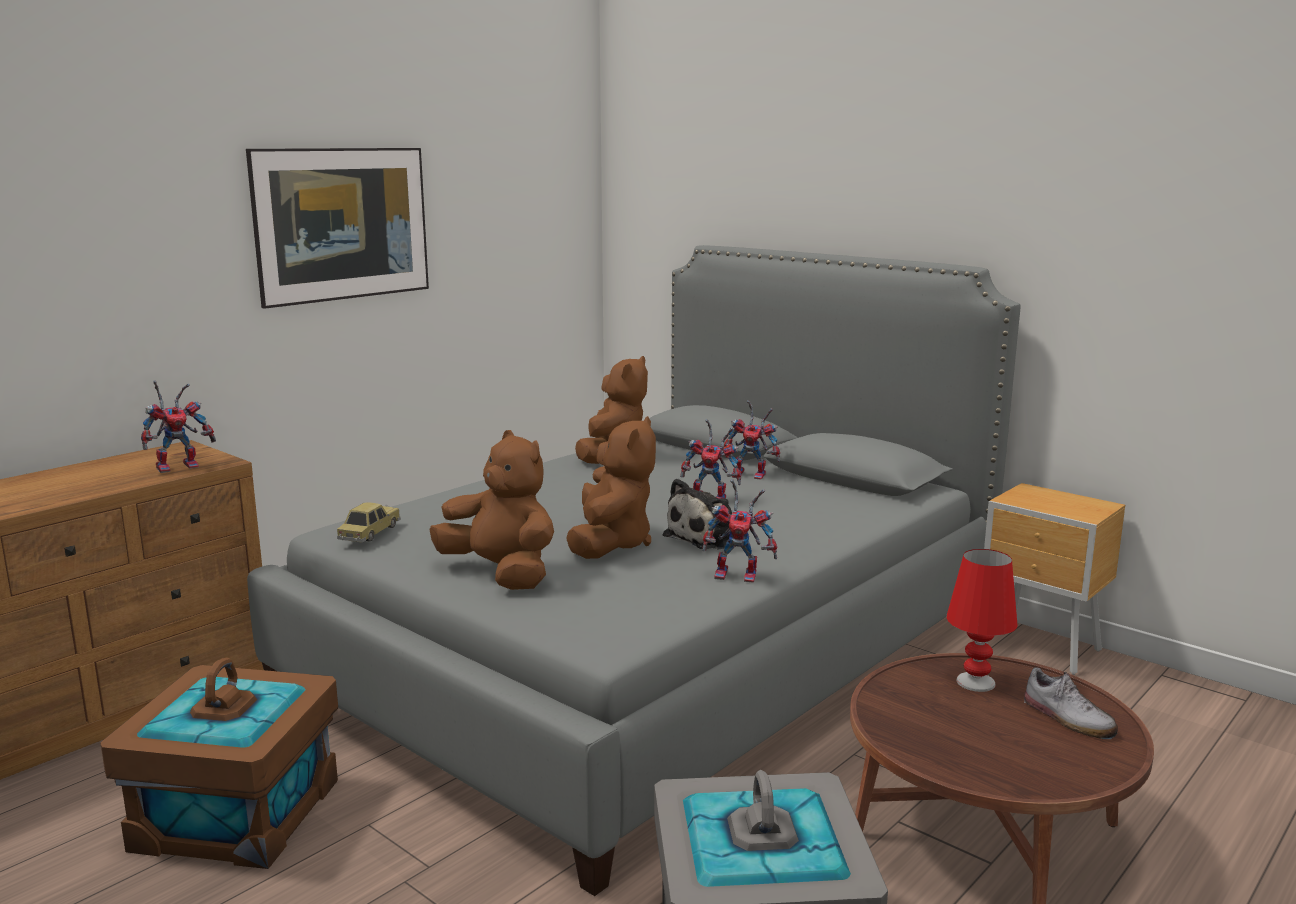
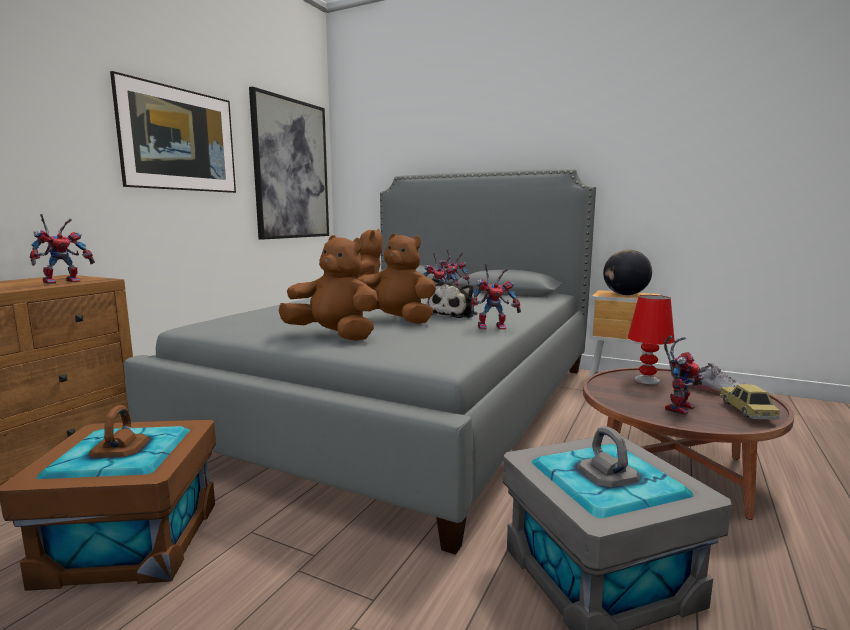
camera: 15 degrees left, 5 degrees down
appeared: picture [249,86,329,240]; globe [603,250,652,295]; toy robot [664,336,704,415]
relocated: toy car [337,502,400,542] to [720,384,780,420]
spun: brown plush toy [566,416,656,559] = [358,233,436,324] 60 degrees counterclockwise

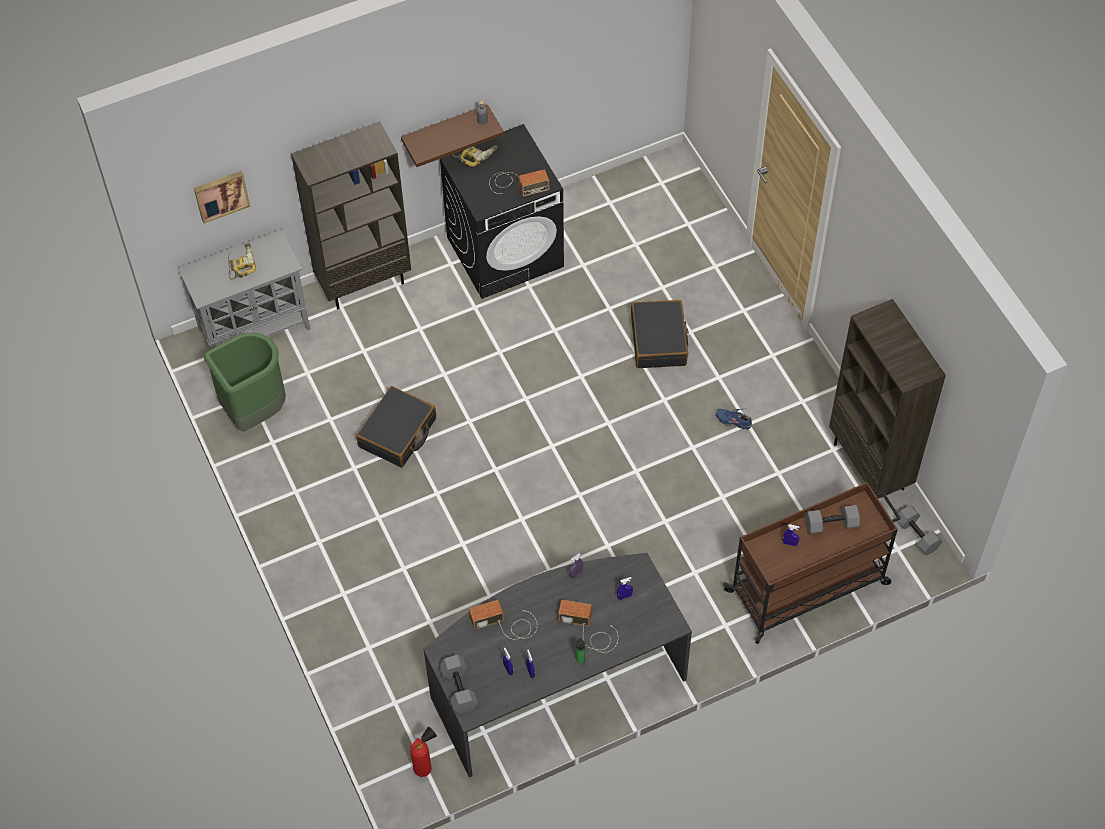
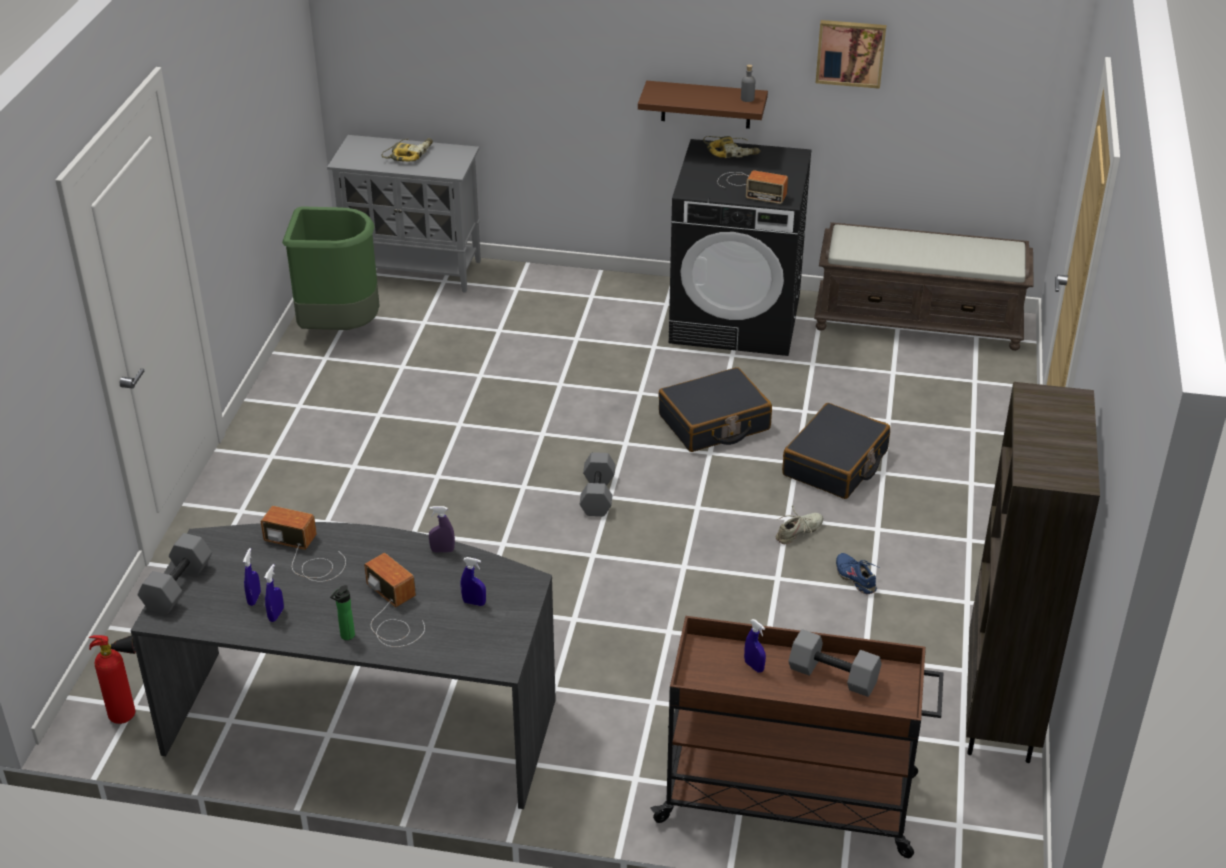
camera: 35 degrees right, 20 degrees down
missing: brown bookcase [291,121,411,309]
appeared: beige shoe [776,505,823,544]; brown bench [814,222,1034,351]
relocated: picture [194,171,250,224] to [816,20,886,89]; black suitcase [356,386,436,467] to [658,367,772,452]; grey dumbbell [895,505,942,555] to [580,452,615,516]

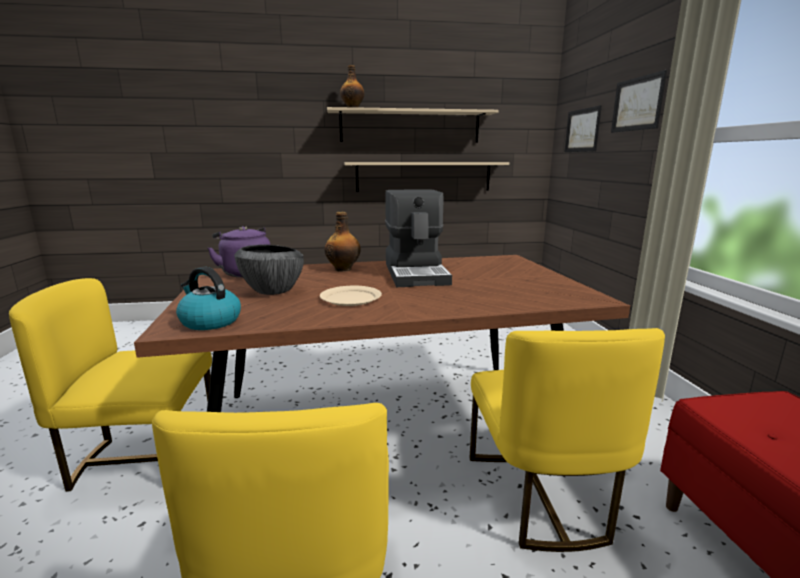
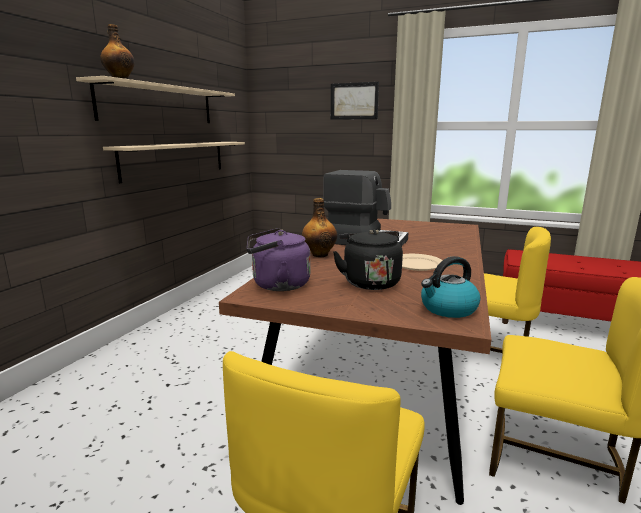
camera: 60 degrees left, 0 degrees up
missing: picture [565,105,602,152]
exchanged: bowl [234,244,304,295] to black kettle [333,229,403,290]

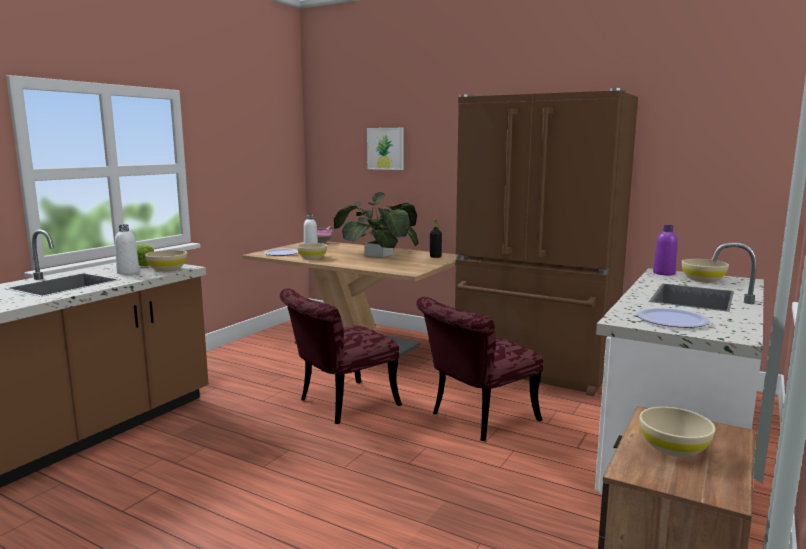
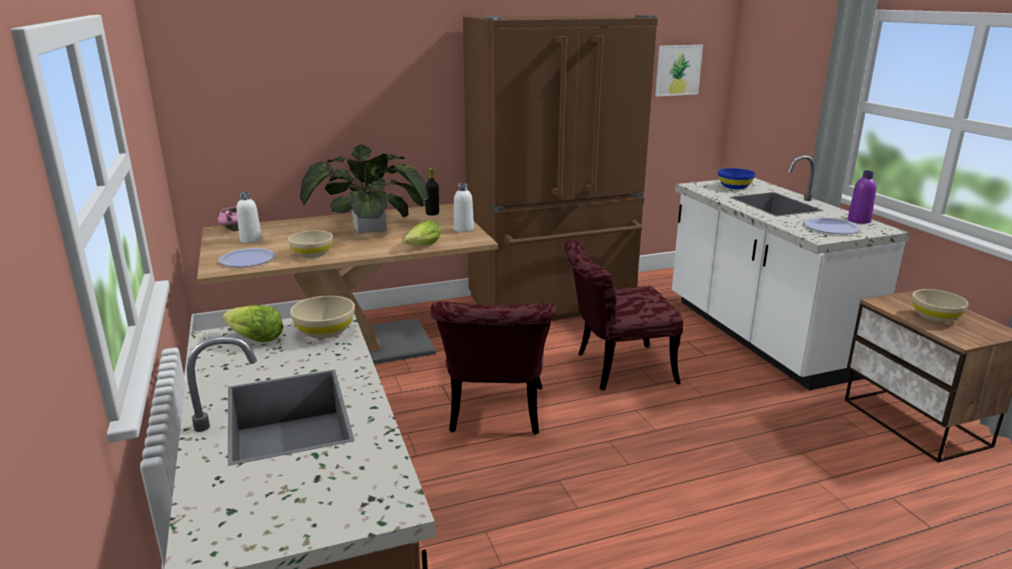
camera: 50 degrees left, 10 degrees up
appeared: lettuce [402,220,440,245]
relocated: white bottle [115,224,139,275] to [454,183,474,232]; picture [367,128,403,170] to [655,45,703,96]; purple bottle [653,225,678,275] to [848,171,877,224]
colour: beige bowl [681,259,729,283] to blue bowl [718,168,755,189]
spun: red chair [416,297,543,441] = [565,239,683,391] 75 degrees clockwise

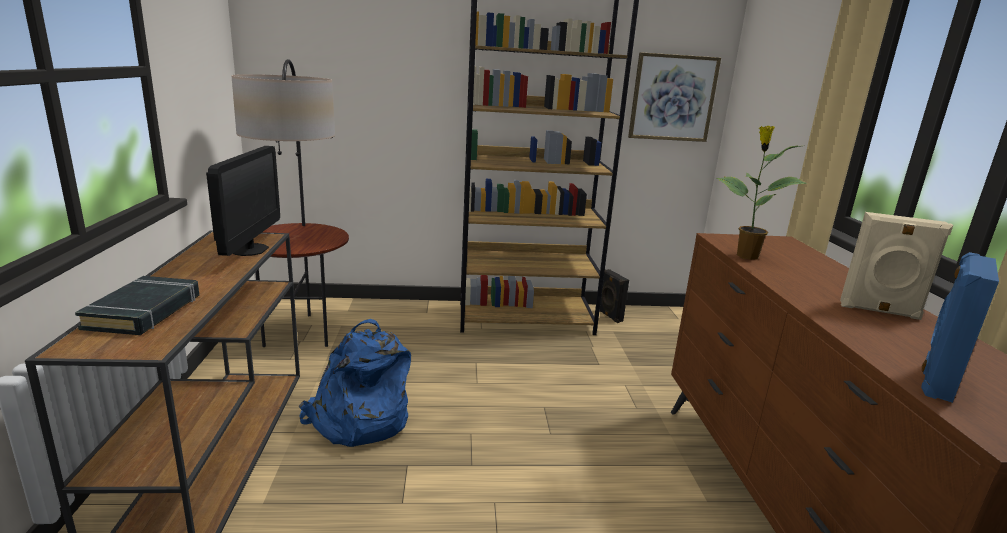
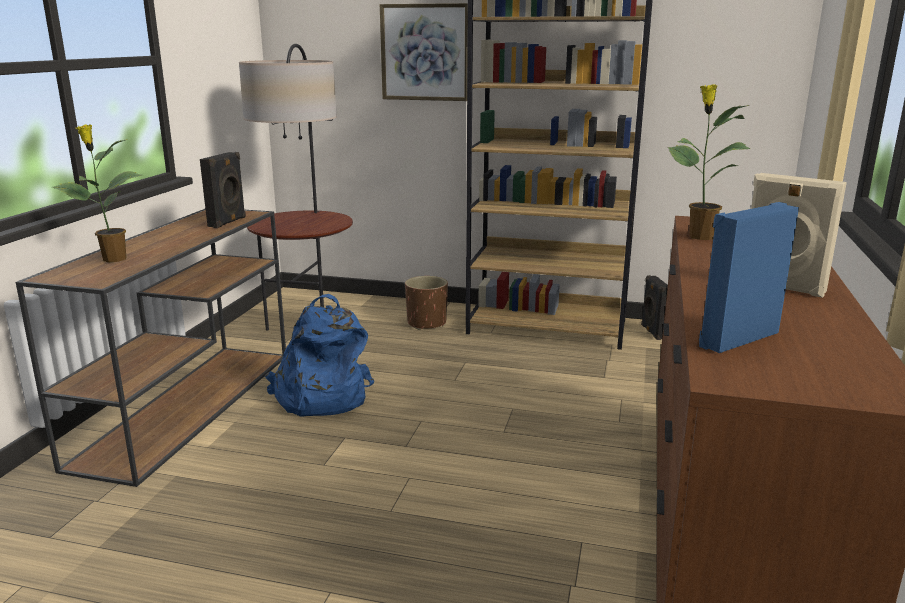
camera: 20 degrees right, 0 degrees up
appeared: brown planter [405,276,448,330]
relocated: picture [628,52,721,142] to [380,3,468,101]
exchanged: black book [75,276,199,335] to potted plant [52,124,142,262]; monitor [206,146,280,256] to black speaker [200,152,246,228]

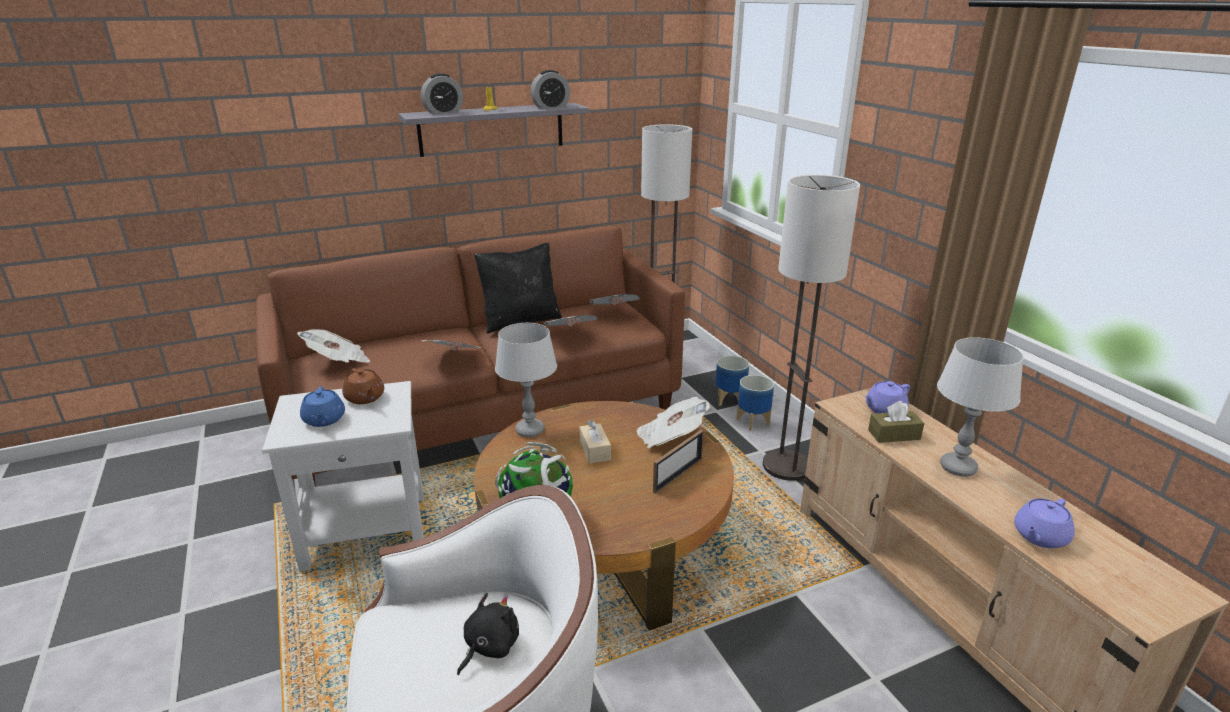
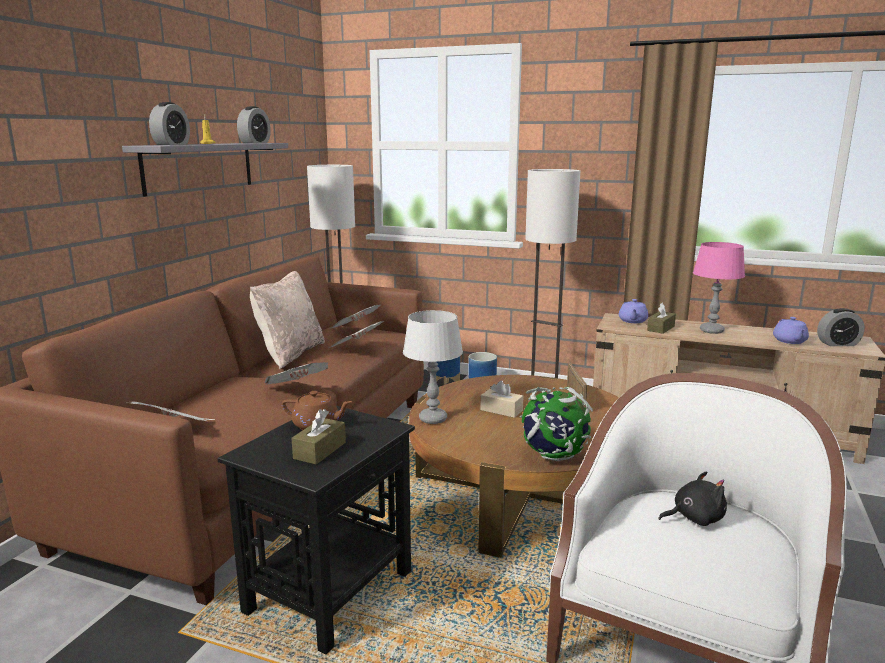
camera: 45 degrees left, 10 degrees down
missing: newspaper [636,397,710,448]
appeared: alarm clock [817,308,865,346]
exchanged: blue teapot [300,387,345,427] to brown tissue box [291,409,346,464]
colour: white side table [262,381,424,571] to black side table [218,406,415,655]; black pillow [474,243,562,333] to beige pillow [250,271,325,369]; grey table lamp [937,337,1024,477] to pink table lamp [693,242,745,334]
spun: black plush toy [457,593,519,675] = [658,471,727,526] 90 degrees clockwise

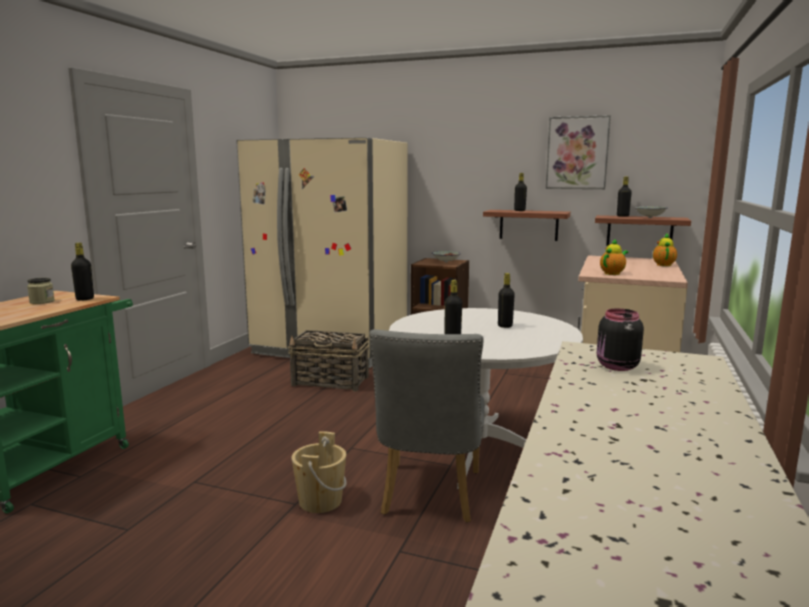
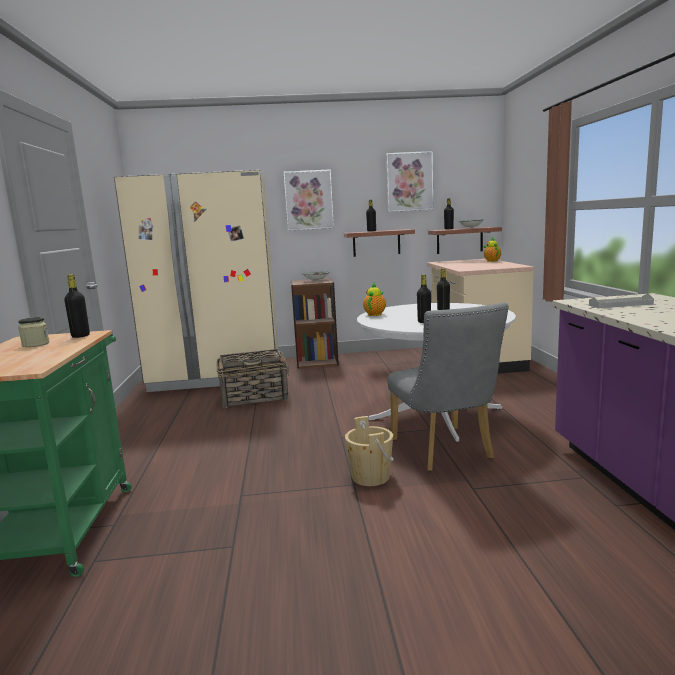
camera: 25 degrees left, 0 degrees up
appeared: picture [283,169,334,231]
relocated: teapot [600,238,628,275] to [363,283,386,316]
exchanged: black jar [597,309,644,371] to grey tray [589,293,654,308]

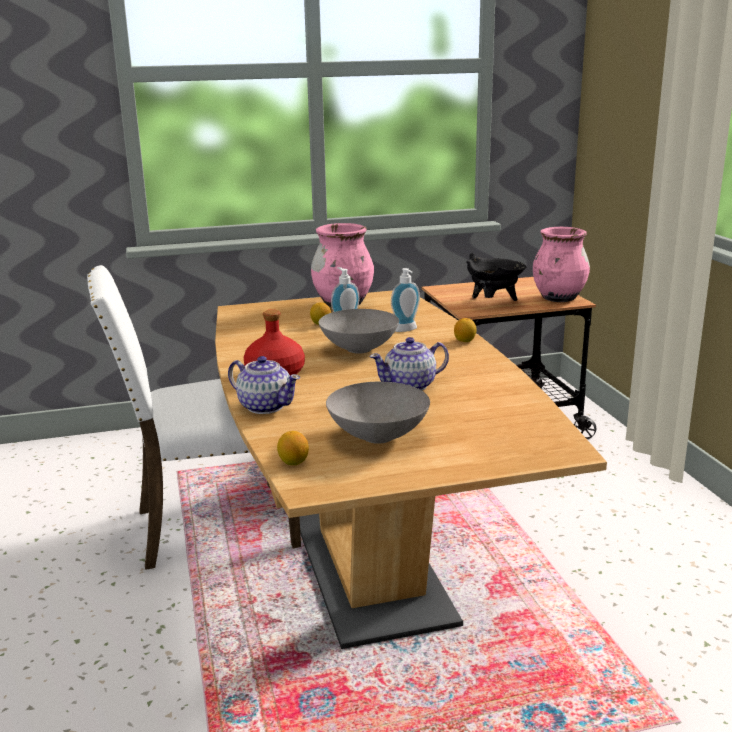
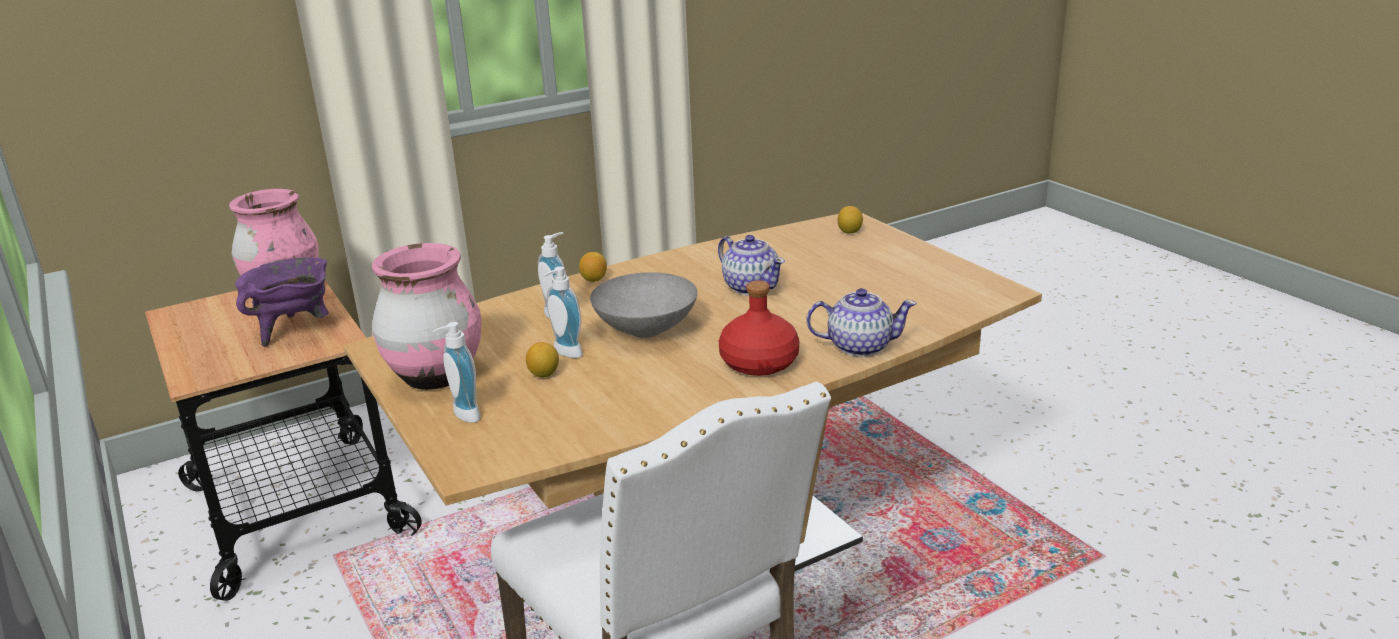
camera: 105 degrees left, 5 degrees up
missing: grey bowl [326,382,430,444]
appeared: soap dispenser [432,322,481,423]
relocated: lemon [277,431,309,465] to [838,206,863,234]
colour: black cooking pot [466,253,526,301] to purple cooking pot [235,257,329,347]
spun: teapot [228,356,300,414] = [806,288,917,357] 75 degrees clockwise

